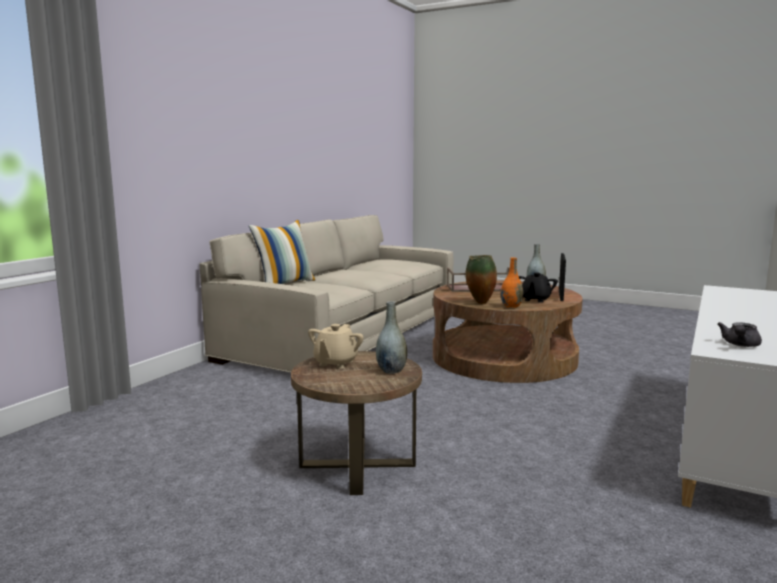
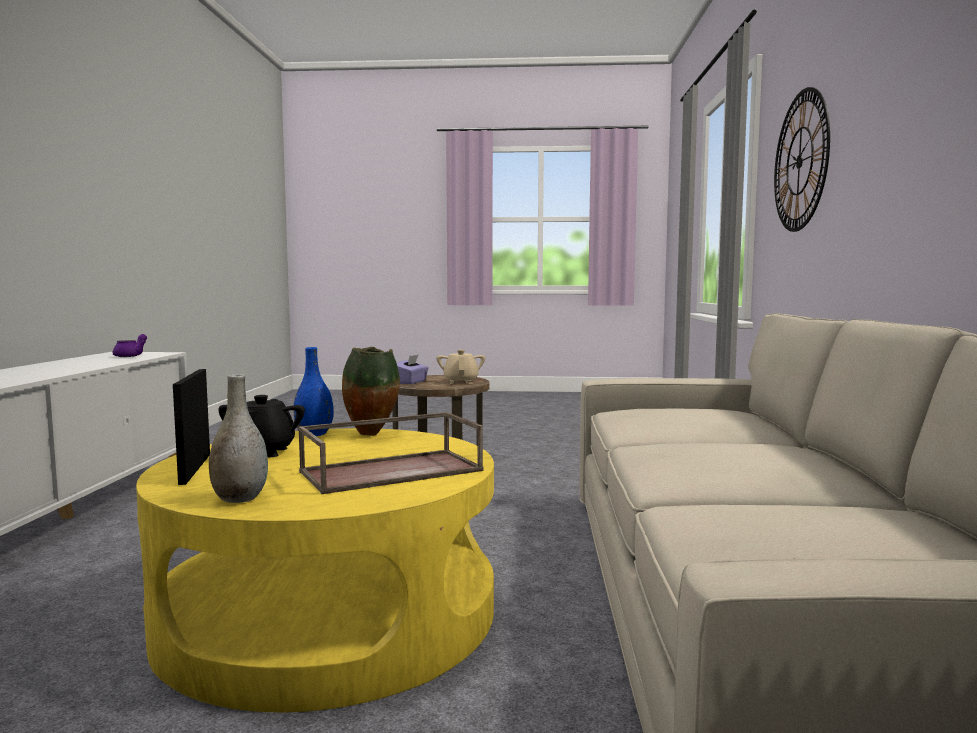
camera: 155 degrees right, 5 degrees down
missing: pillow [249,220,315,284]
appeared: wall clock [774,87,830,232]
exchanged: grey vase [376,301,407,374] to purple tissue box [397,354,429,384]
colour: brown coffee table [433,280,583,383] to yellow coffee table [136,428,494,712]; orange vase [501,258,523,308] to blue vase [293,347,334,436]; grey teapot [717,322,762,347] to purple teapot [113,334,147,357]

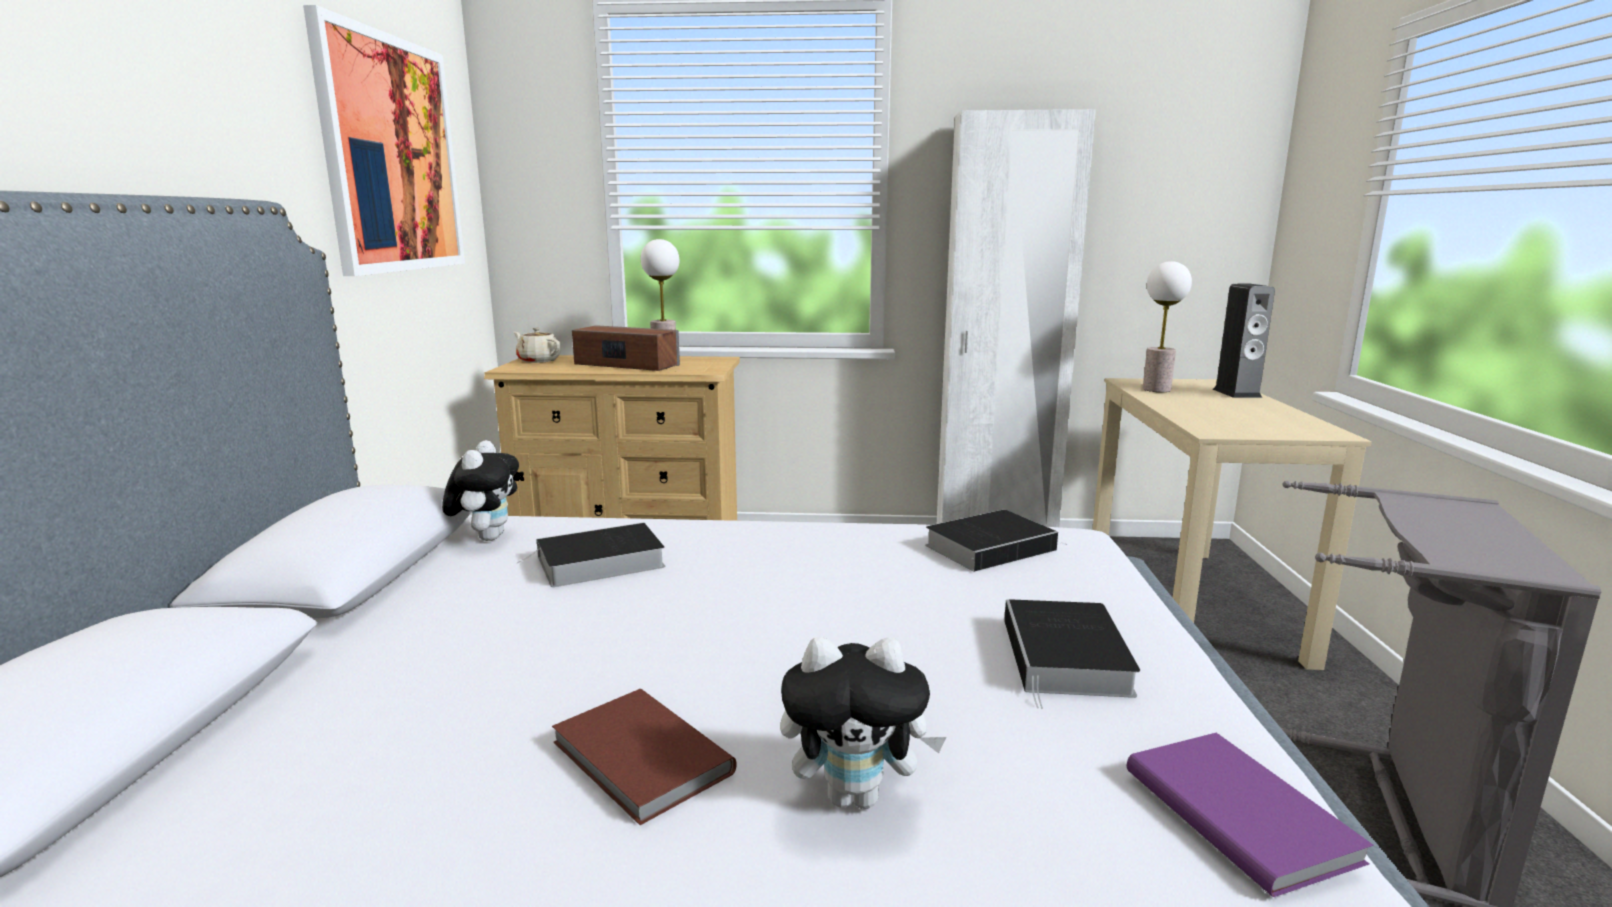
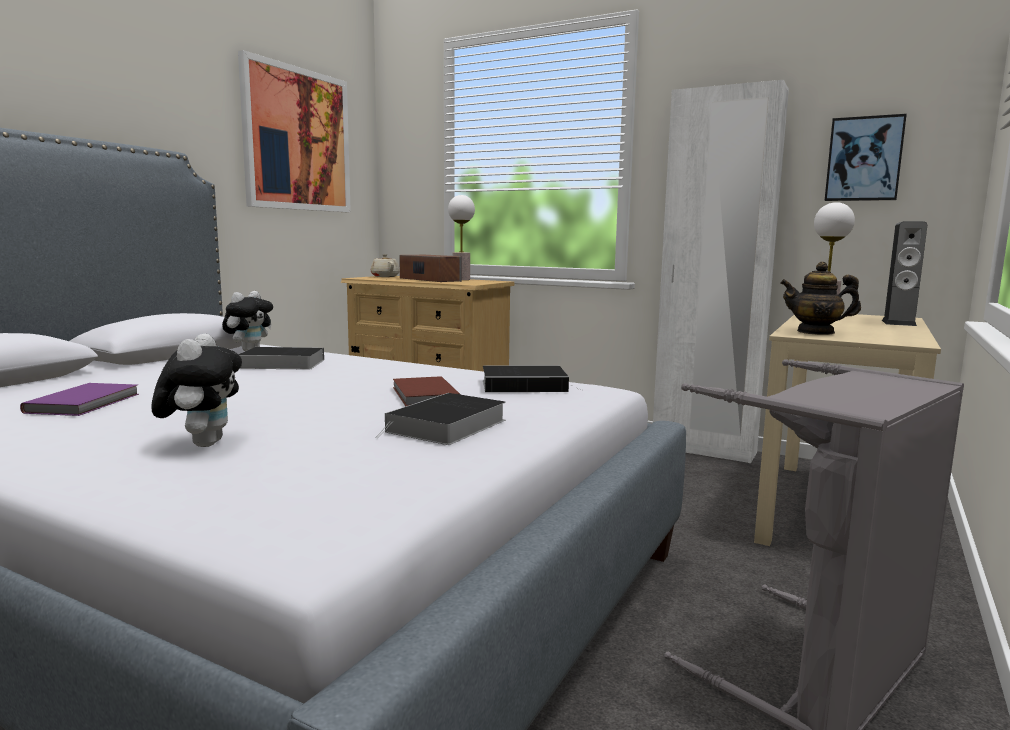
camera: 25 degrees right, 5 degrees down
appeared: teapot [780,262,861,335]; picture [824,114,907,201]
relocated: brown book [552,689,736,825] to [393,376,461,406]; purple book [1127,733,1374,897] to [20,383,139,416]
spun: plush toy [780,637,946,809] = [151,334,242,447] 120 degrees counterclockwise

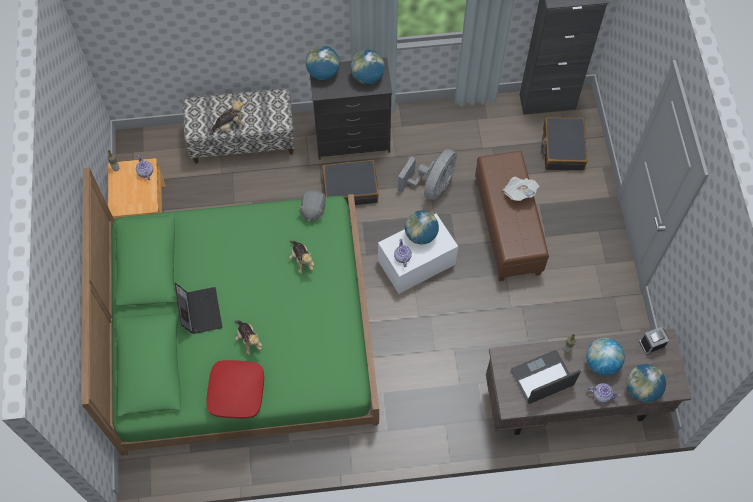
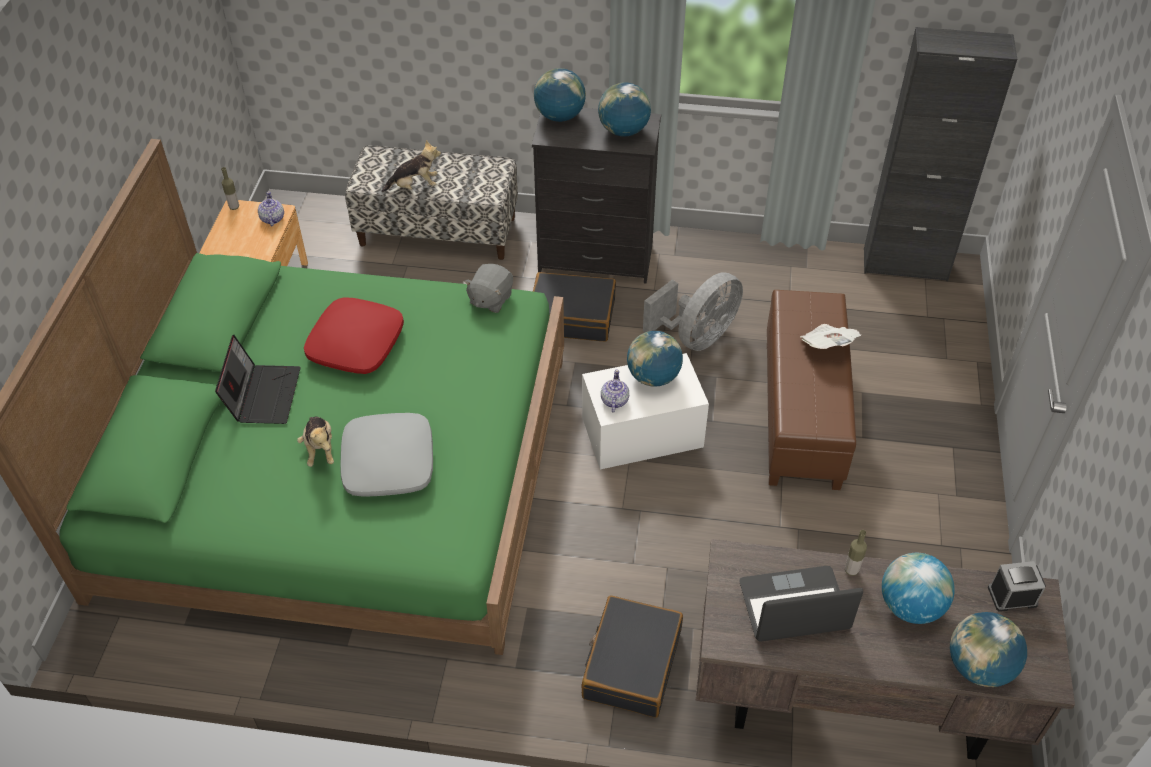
camera: 15 degrees right, 15 degrees down
missing: plush toy [289,241,314,273]; teapot [588,383,621,403]
appeared: grey pillow [340,413,433,497]
relocated: red pillow [206,360,264,418] to [304,297,404,374]; black suitcase [541,117,587,171] to [582,595,683,718]

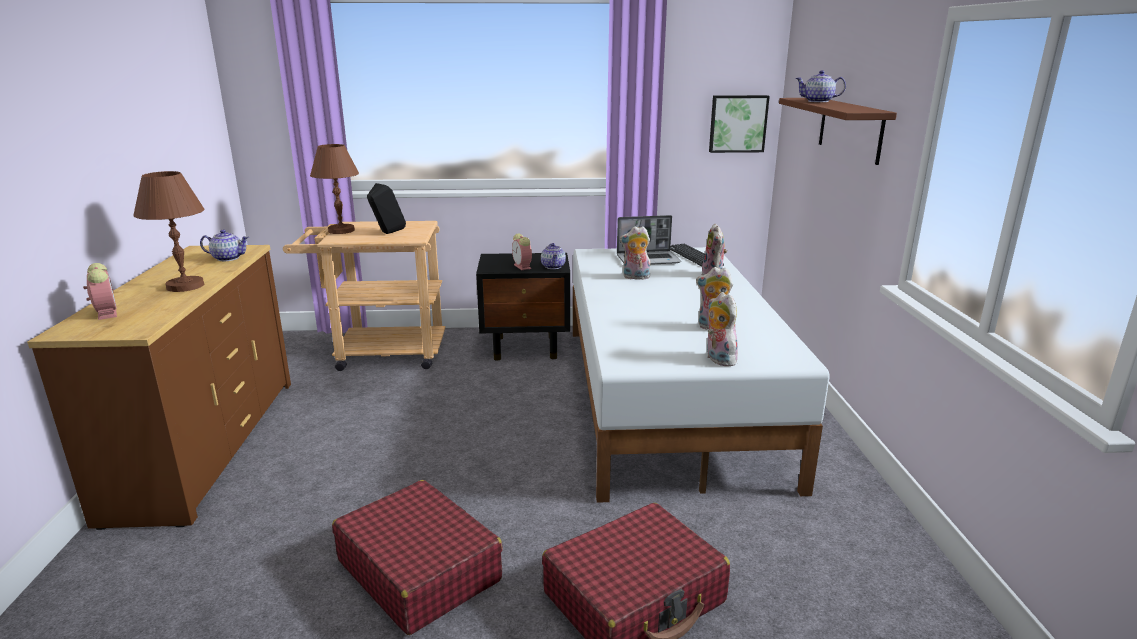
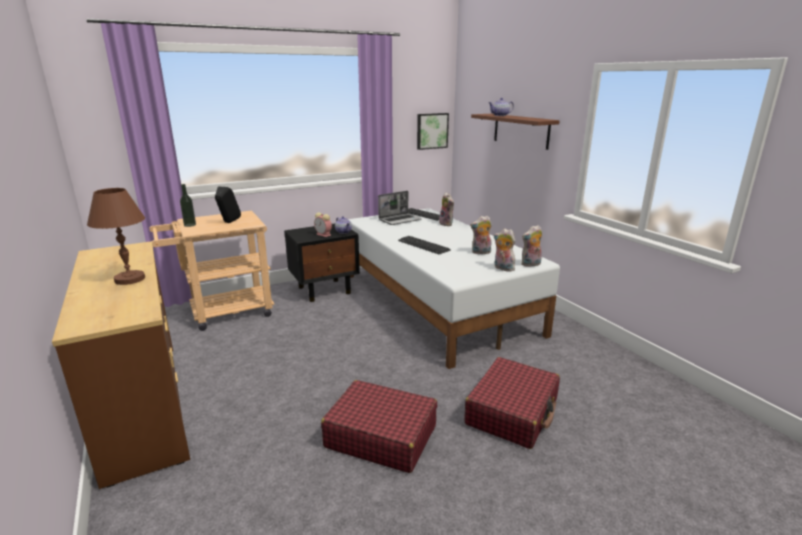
camera: 25 degrees left, 0 degrees up
missing: alarm clock [83,263,117,320]; teapot [200,230,249,261]
appeared: keyboard [398,236,451,254]
relocated: plush toy [620,226,651,280] to [521,225,542,267]
exchanged: brown table lamp [310,144,359,234] to bottle [180,184,196,227]

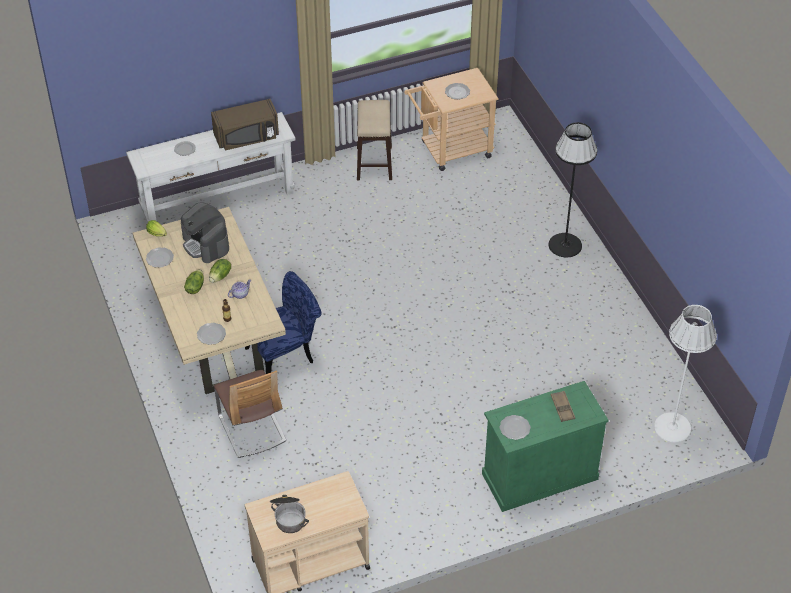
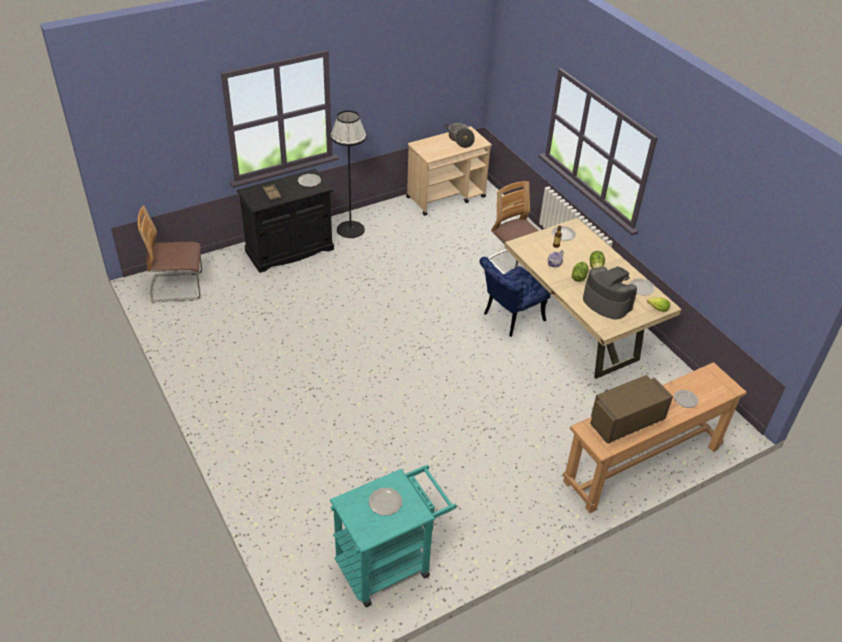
camera: 170 degrees right, 5 degrees down
missing: stool [357,100,392,181]
relocated: black floor lamp [548,122,598,257] to [330,111,367,238]
exchanged: white floor lamp [654,305,717,442] to chair [138,205,202,303]
colour: white console table [126,112,296,223] to brown console table [563,362,747,513]; beige cart [404,68,499,171] to turquoise cart [330,465,457,607]; green cabinet [482,381,609,512] to black cabinet [237,169,334,273]

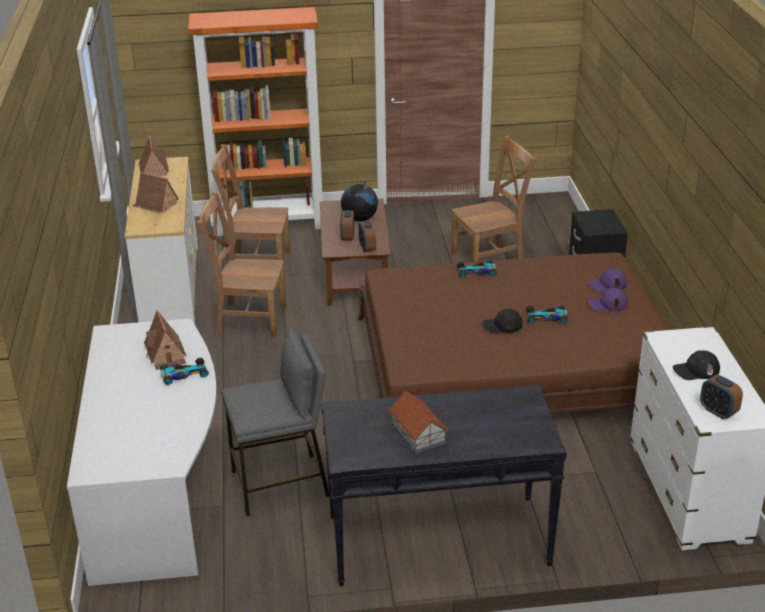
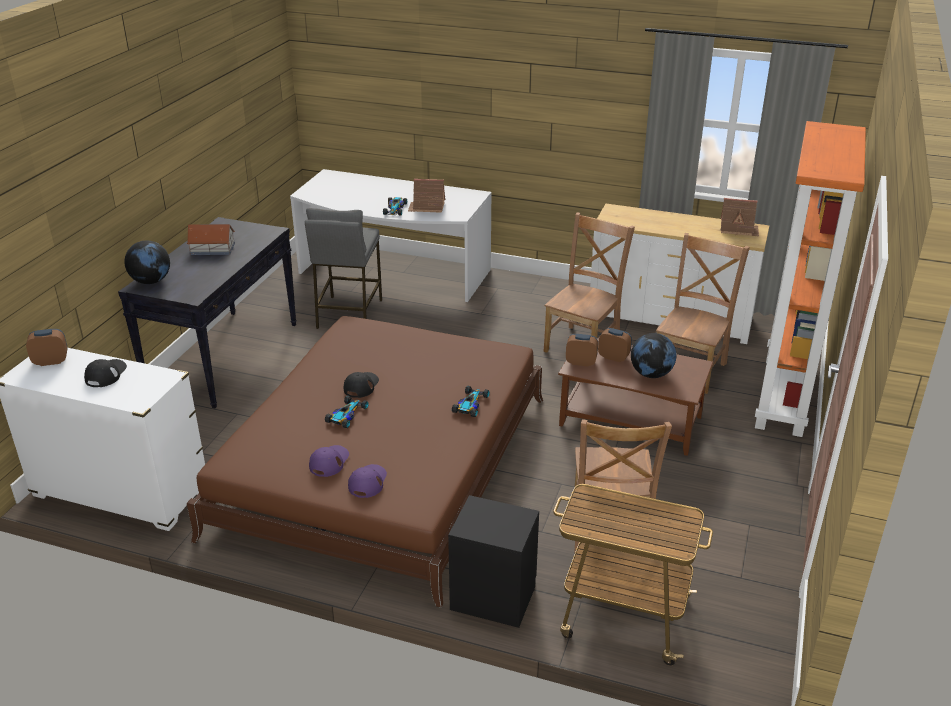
camera: 115 degrees right, 0 degrees up
missing: toy house [132,172,179,213]
appeared: globe [124,240,170,284]; cart [553,484,713,665]

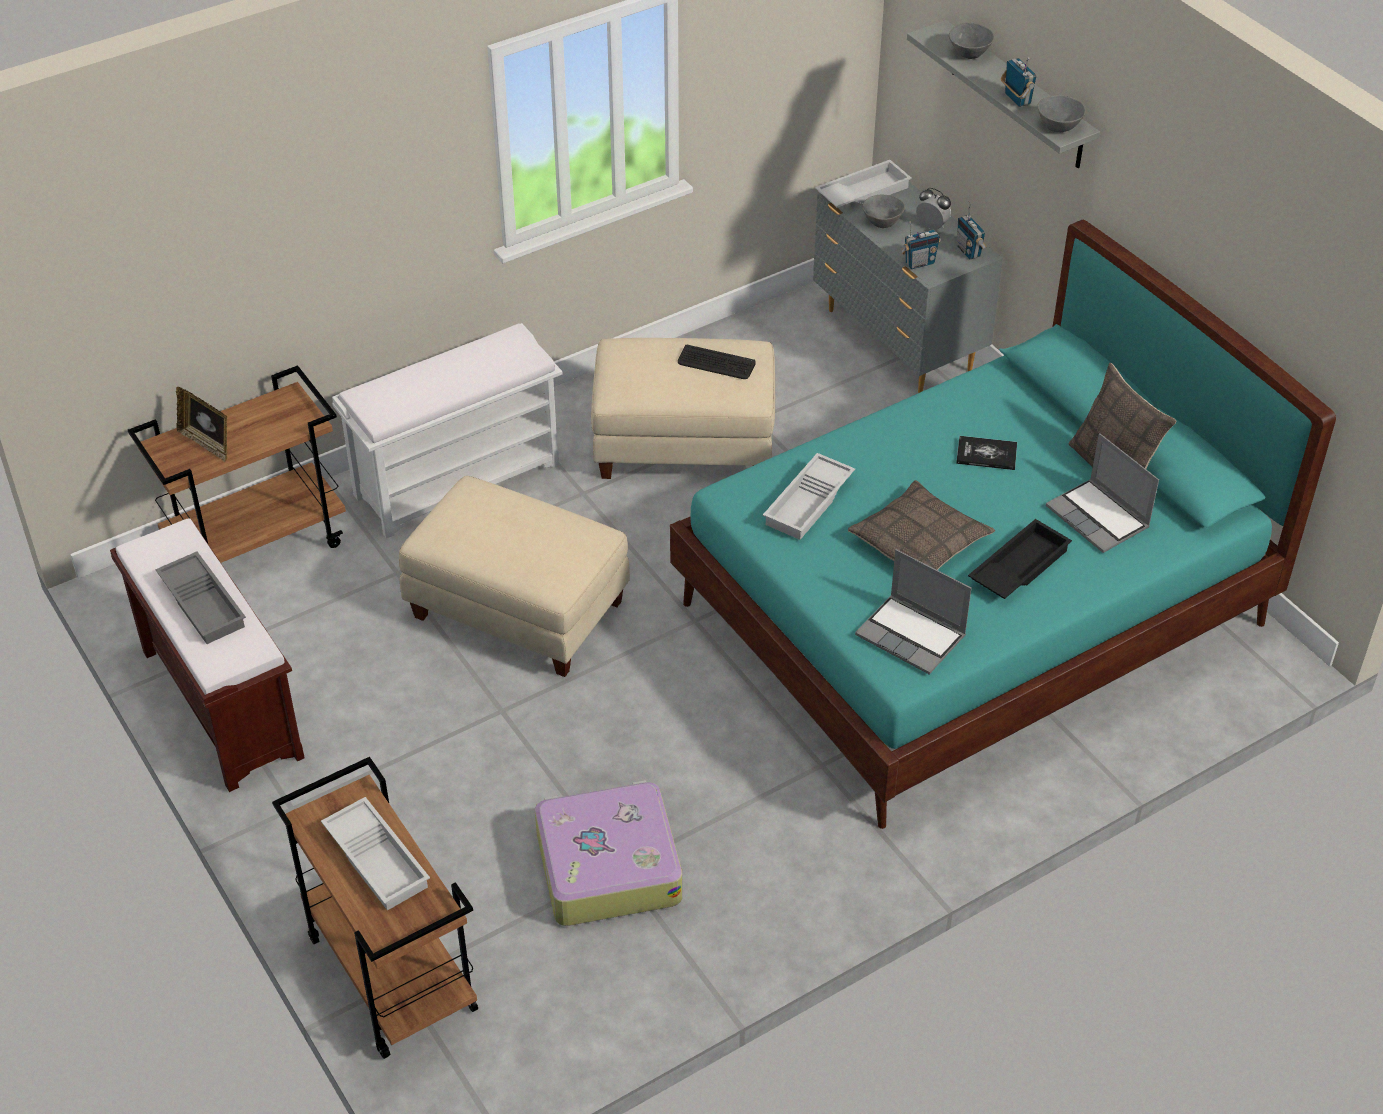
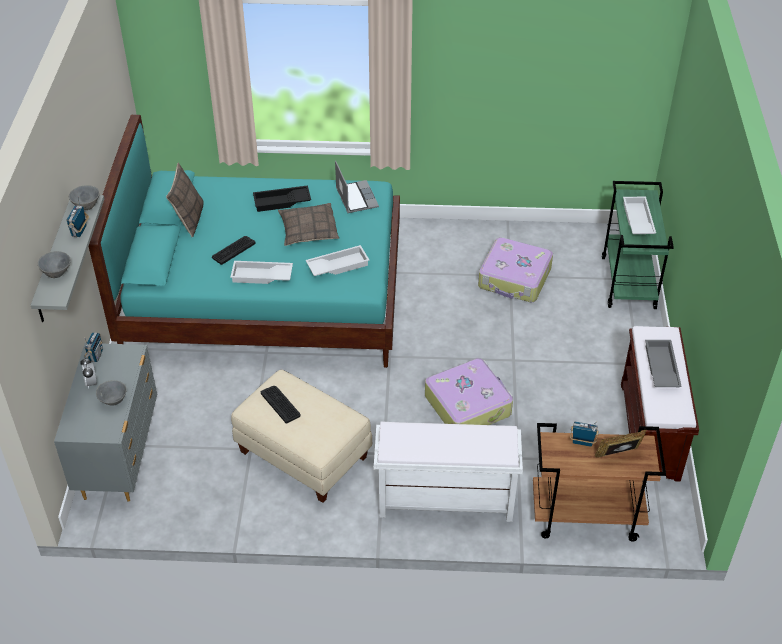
camera: 145 degrees left, 0 degrees up
missing: laptop [1046,433,1159,553]
relocated: white tray [815,160,912,207] to [230,261,293,284]; radio [901,222,941,269] to [570,421,599,447]
exchanged: beige ottoman [399,476,630,677] to suitcase [425,358,513,425]; book [956,436,1017,470] to keyboard [212,236,256,265]
colour: brown cart [272,757,478,1059] to green cart [602,181,674,309]
spun: picture frame [176,387,227,462] = [594,430,646,457] 90 degrees counterclockwise

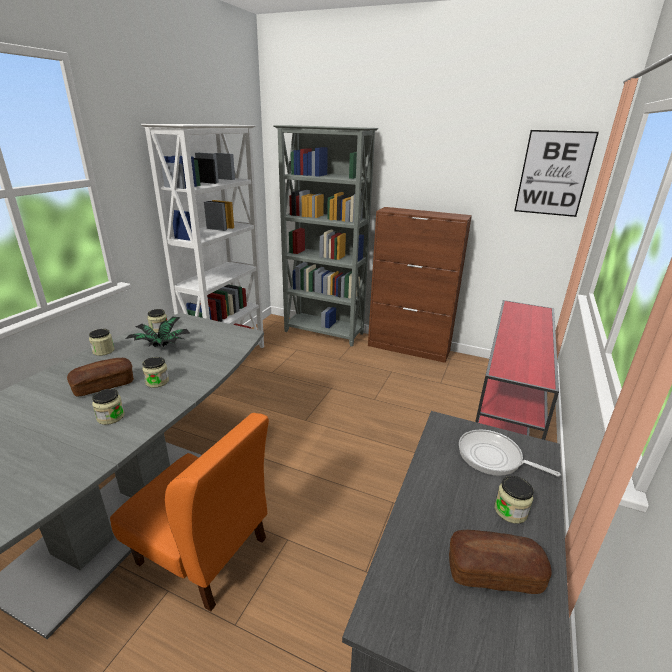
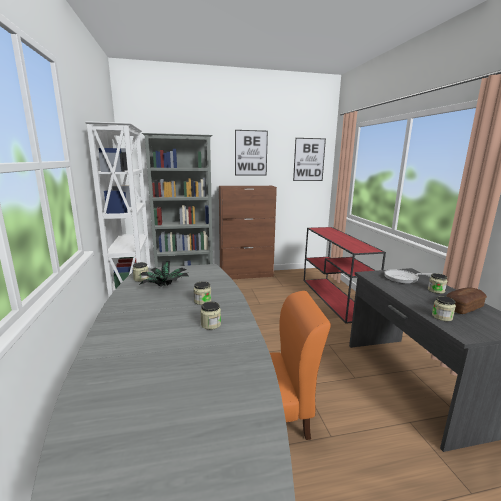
camera: 35 degrees left, 10 degrees down
missing: bread [67,358,134,396]
appeared: picture [235,130,268,175]
relocated: jar [89,329,115,356] to [432,296,456,321]

